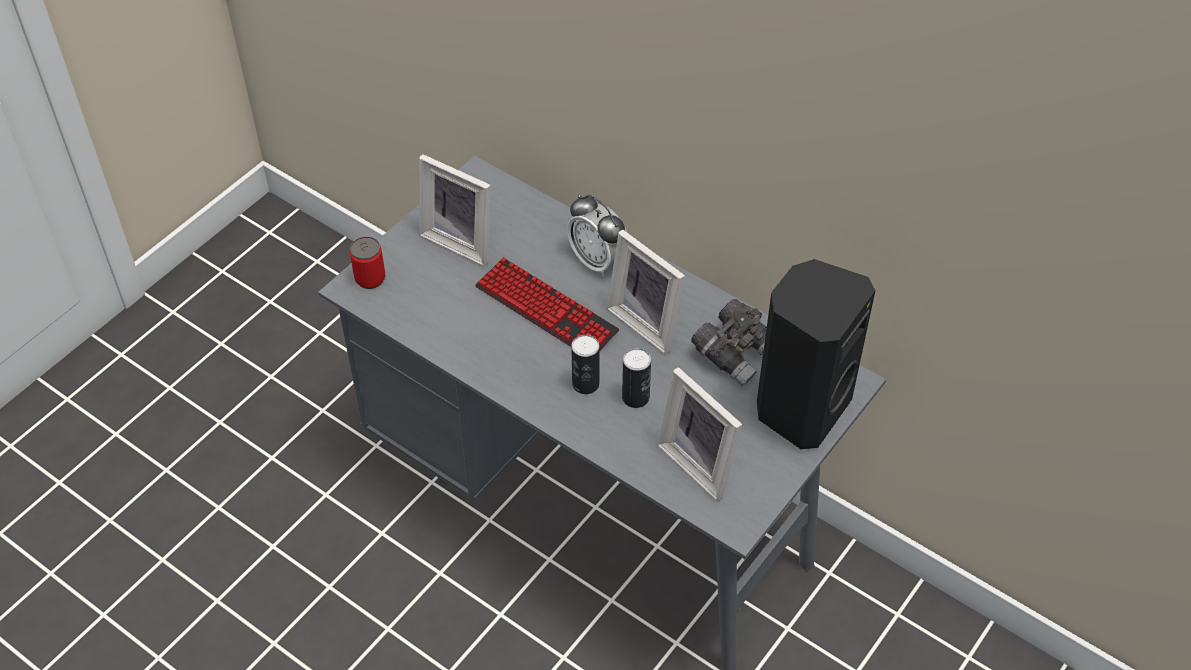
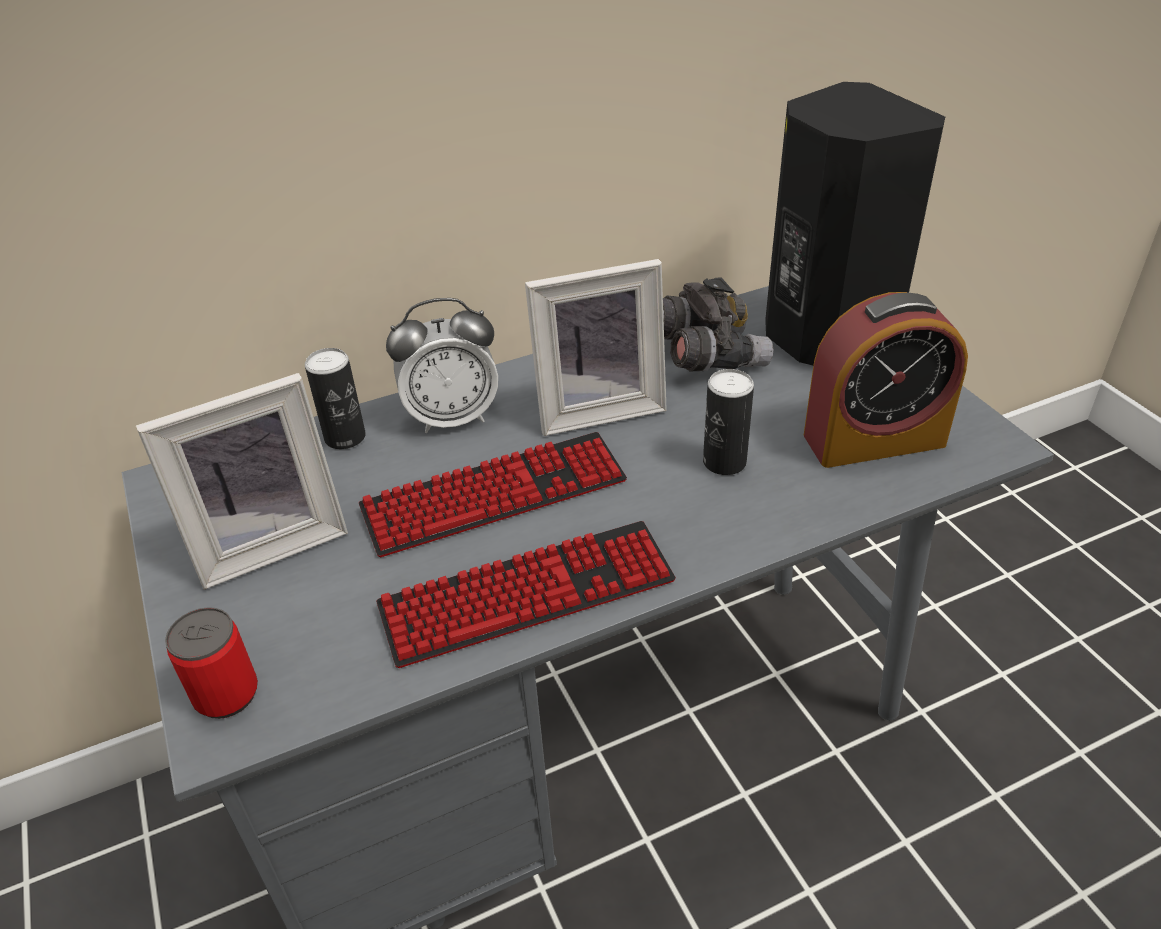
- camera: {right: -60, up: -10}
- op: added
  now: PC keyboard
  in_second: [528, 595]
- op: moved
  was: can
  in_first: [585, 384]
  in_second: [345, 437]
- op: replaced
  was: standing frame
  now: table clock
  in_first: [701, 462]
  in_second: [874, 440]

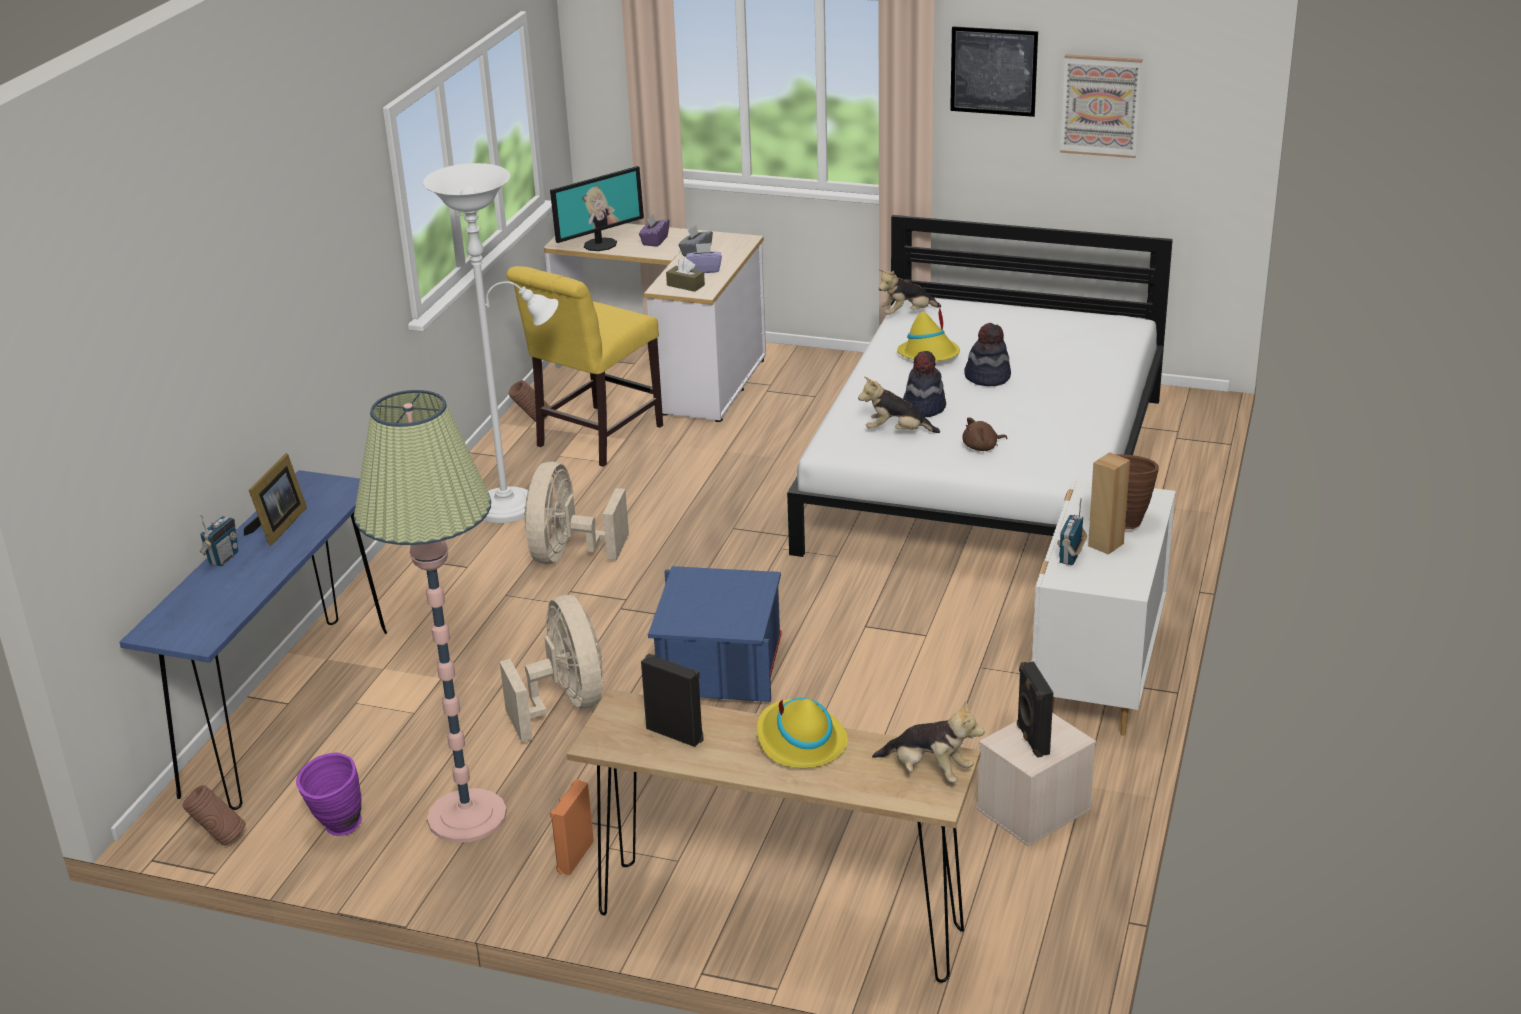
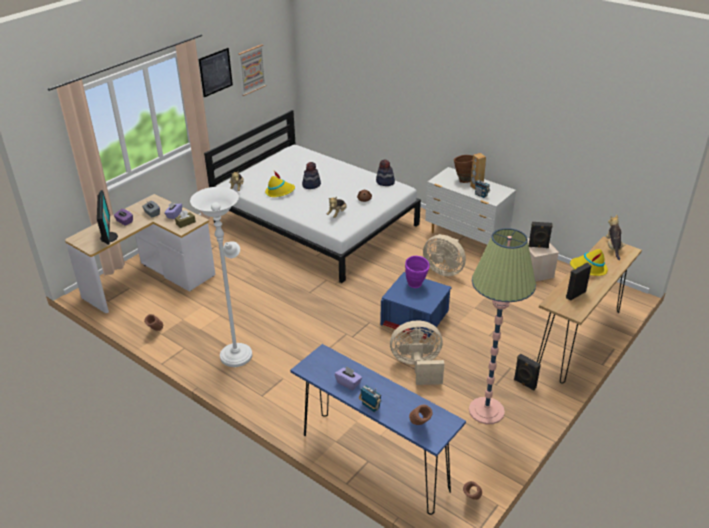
- camera: {right: -70, up: 5}
- op: removed
  was: yellow-coloured plain chair
  in_first: [594, 438]
- op: added
  now: brown vase
  in_second: [419, 427]
- op: moved
  was: purple vase
  in_first: [336, 829]
  in_second: [416, 286]
- op: moved
  was: sand-coloured electric fan
  in_first: [568, 555]
  in_second: [444, 270]
- op: moved
  was: wearable hat
  in_first: [923, 407]
  in_second: [385, 182]
- op: replaced
  was: standing frame
  now: purple box of tissues
  in_first: [278, 526]
  in_second: [348, 383]
- op: recoloured
  was: orangey speaker
  now: black-coloured speaker
  in_first: [574, 856]
  in_second: [524, 384]
- op: turned
  was: cuddly toy
  in_first: [928, 771]
  in_second: [613, 248]
  clockwise: -45

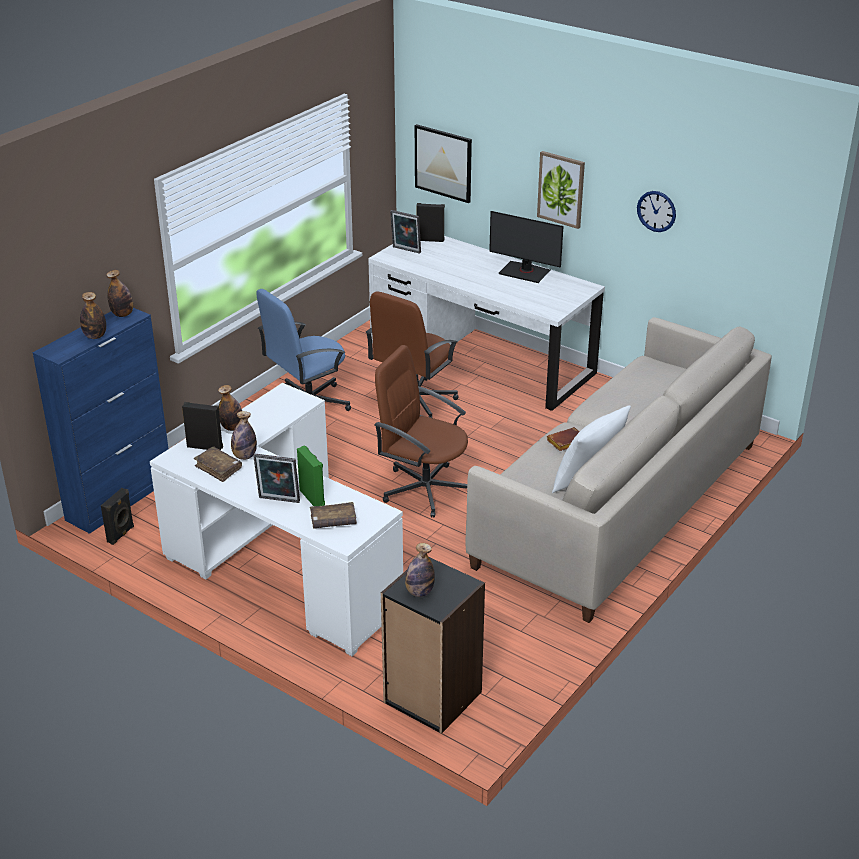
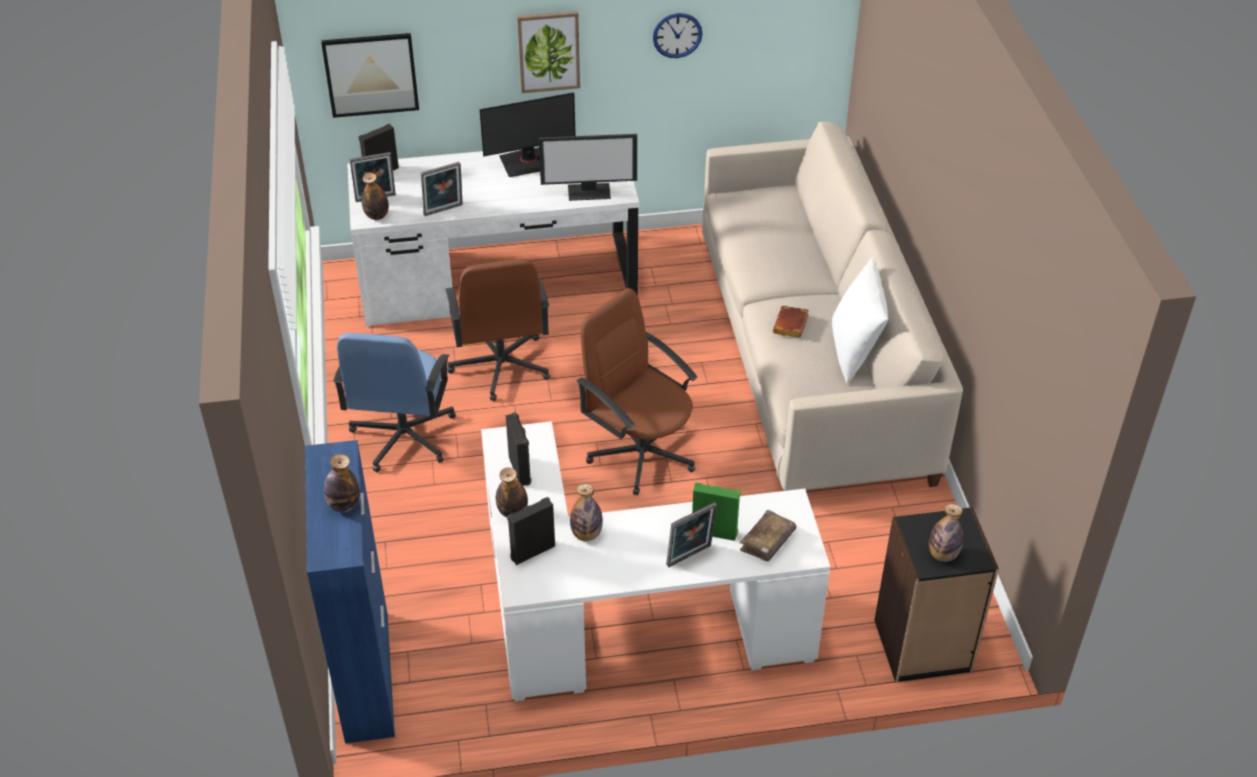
- camera: {right: -45, up: 10}
- op: removed
  was: brown bound book
  in_first: [218, 468]
- op: added
  now: standing frame
  in_second: [444, 211]
- op: added
  now: monitor
  in_second: [589, 191]
- op: moved
  was: black-coloured speaker
  in_first: [121, 534]
  in_second: [520, 470]
- op: moved
  was: drink bottle
  in_first: [122, 314]
  in_second: [377, 216]
- op: turned
  was: brown office chair
  in_first: [424, 489]
  in_second: [641, 453]
  clockwise: 60

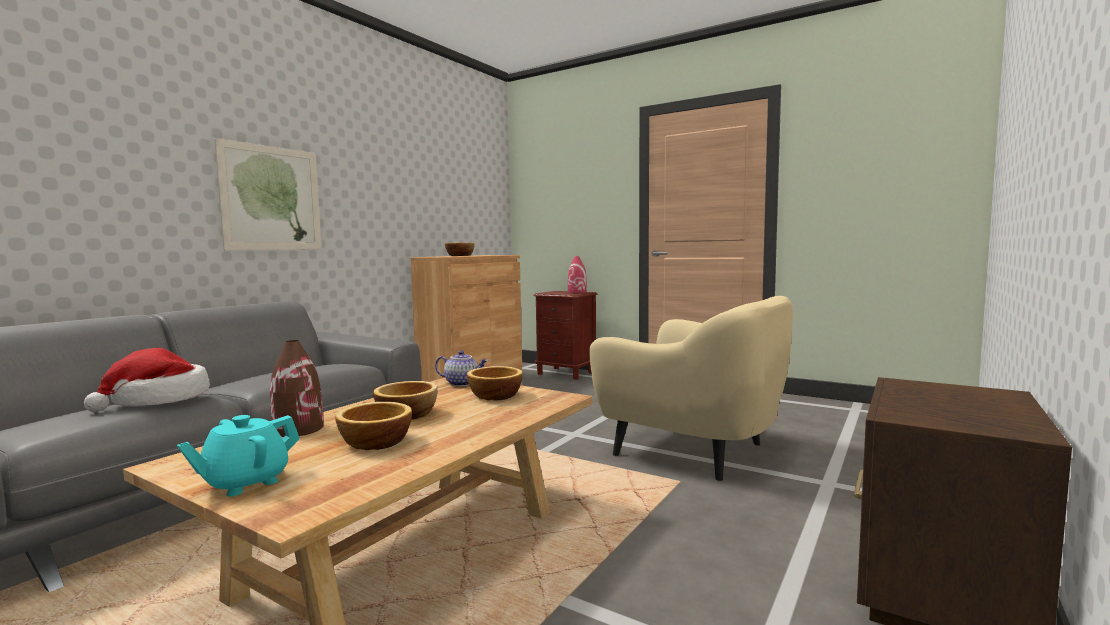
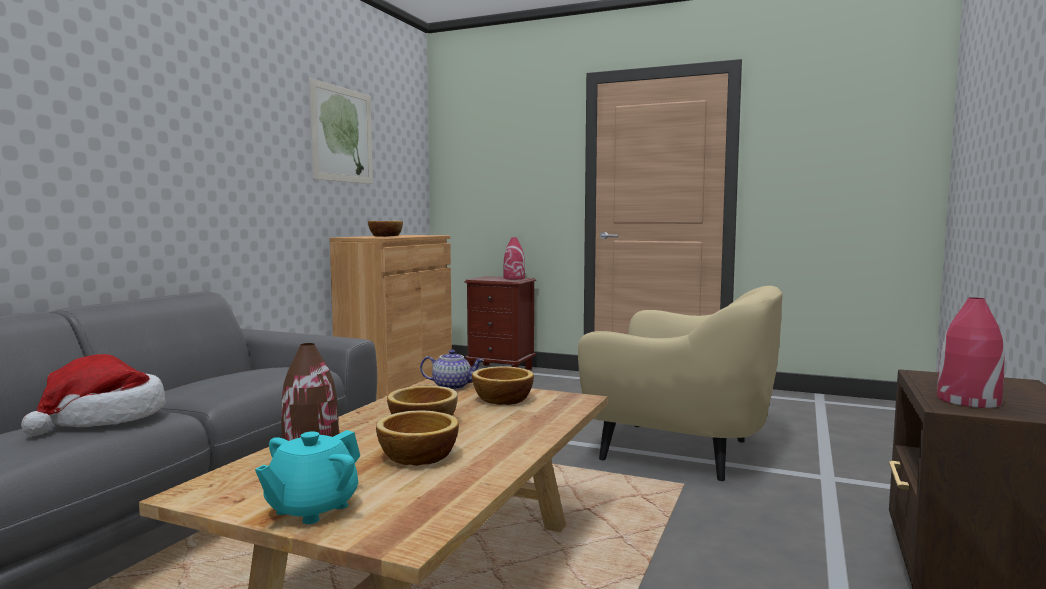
- camera: {right: -10, up: 0}
- op: added
  now: red vase
  in_second: [967, 400]
- op: moved
  was: picture
  in_first: [271, 198]
  in_second: [342, 135]

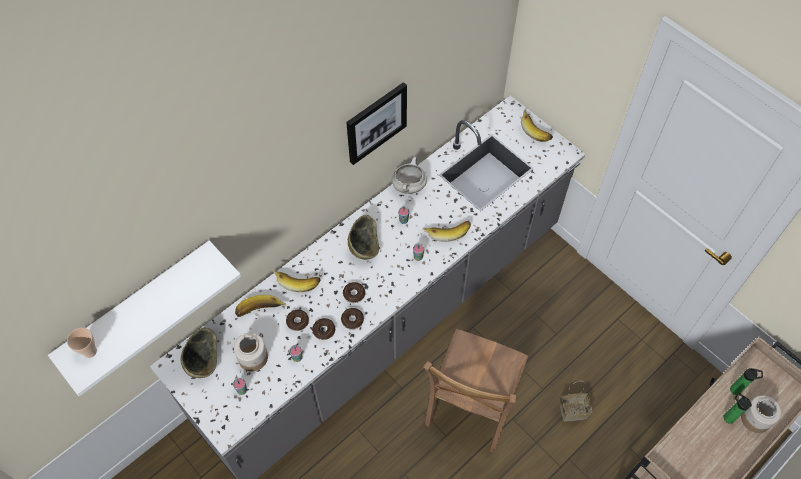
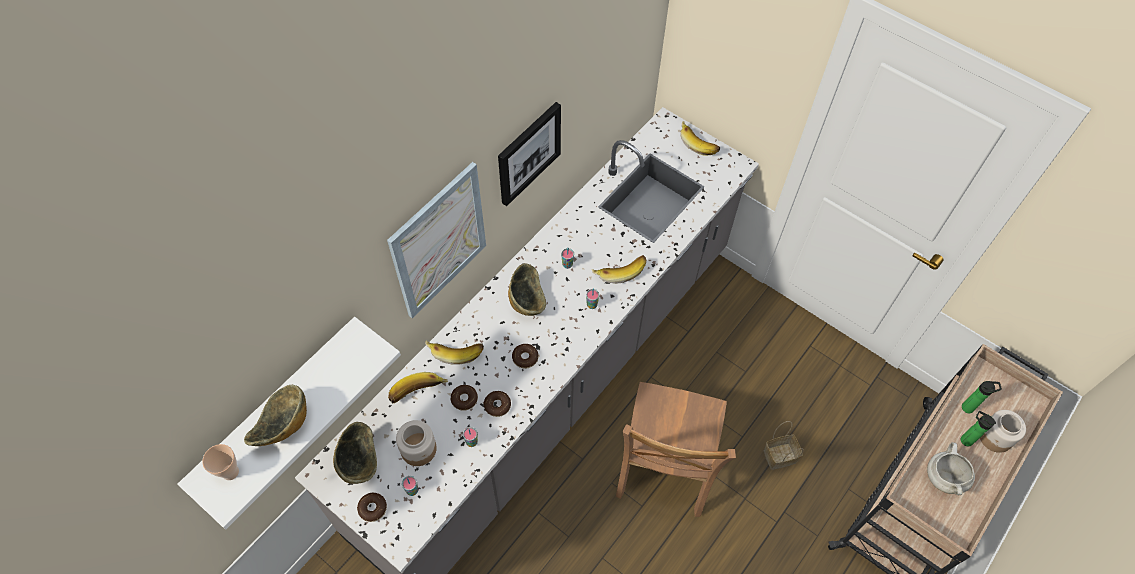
- camera: {right: -10, up: 0}
- op: added
  now: deep dish
  in_second: [283, 427]
- op: added
  now: picture
  in_second: [439, 241]
- op: moved
  was: ring doughnut
  in_first: [352, 320]
  in_second: [373, 508]
- op: moved
  was: white cooking pot
  in_first: [409, 186]
  in_second: [943, 477]

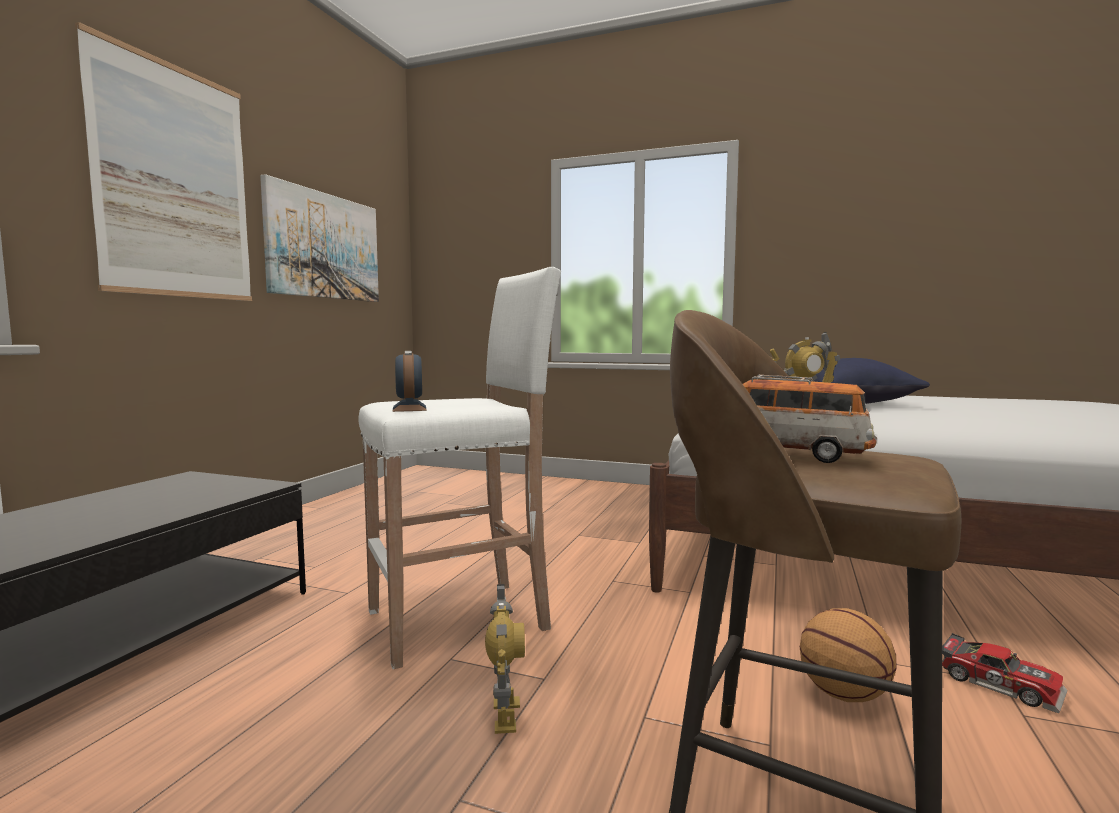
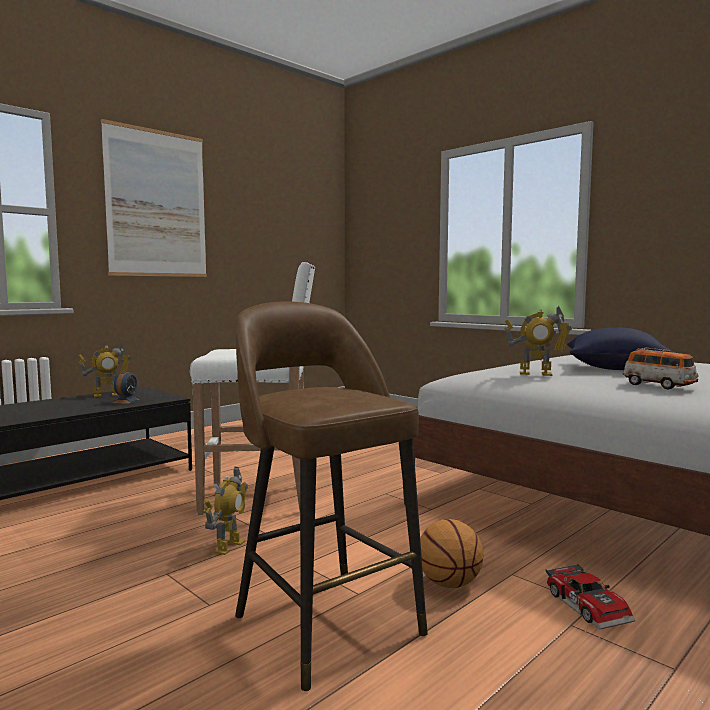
- camera: {right: 25, up: 0}
- op: removed
  was: picture
  in_first: [324, 246]
- op: added
  now: toy robot
  in_second: [107, 395]
- op: moved
  was: table clock
  in_first: [409, 408]
  in_second: [126, 401]
- op: moved
  was: model car
  in_first: [796, 454]
  in_second: [659, 386]

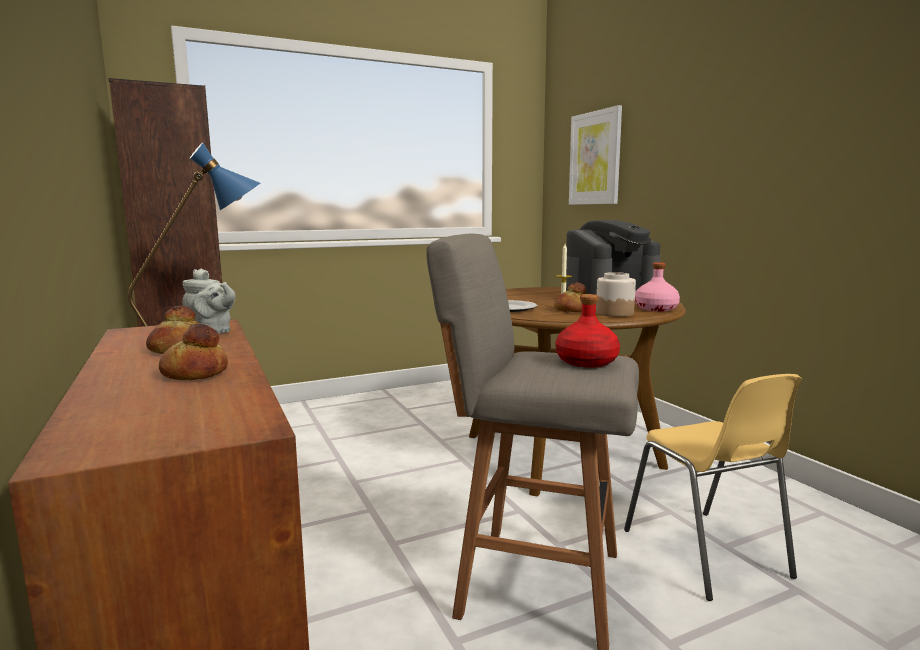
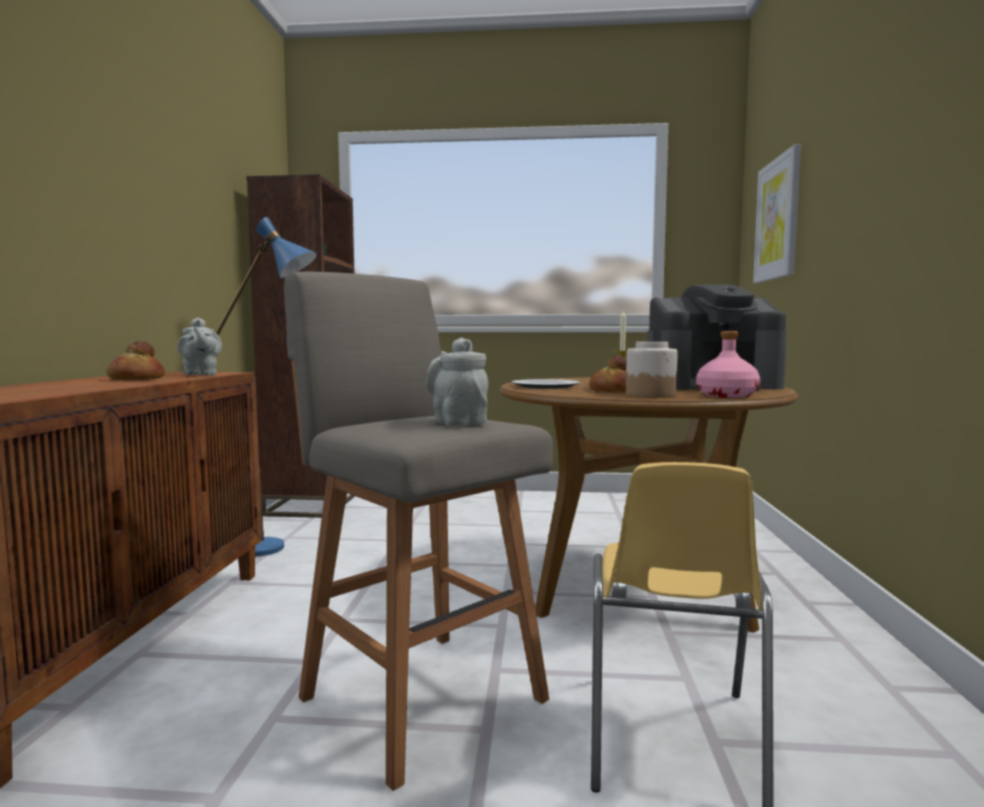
- camera: {right: 30, up: -5}
- op: removed
  was: baked bread
  in_first: [194, 373]
- op: replaced
  was: red drink bottle
  now: grey tea pot
  in_first: [587, 362]
  in_second: [457, 422]

